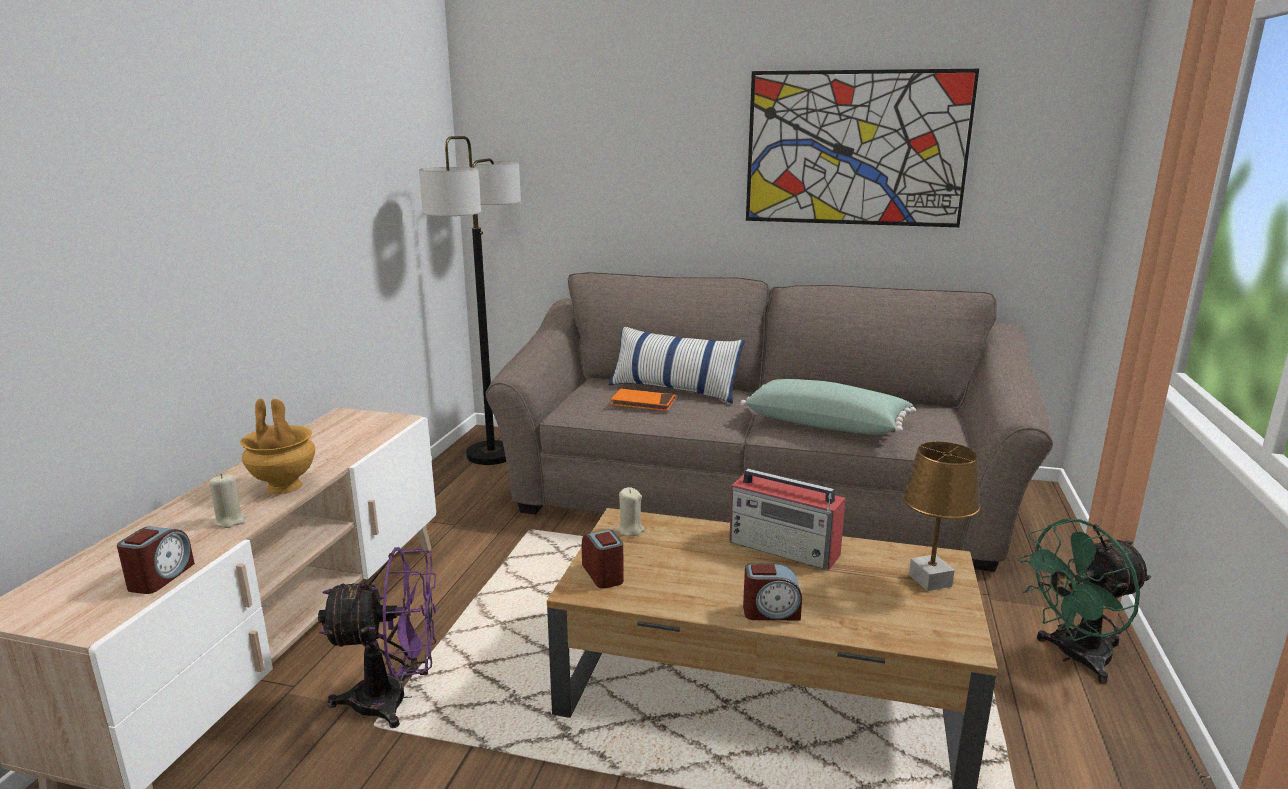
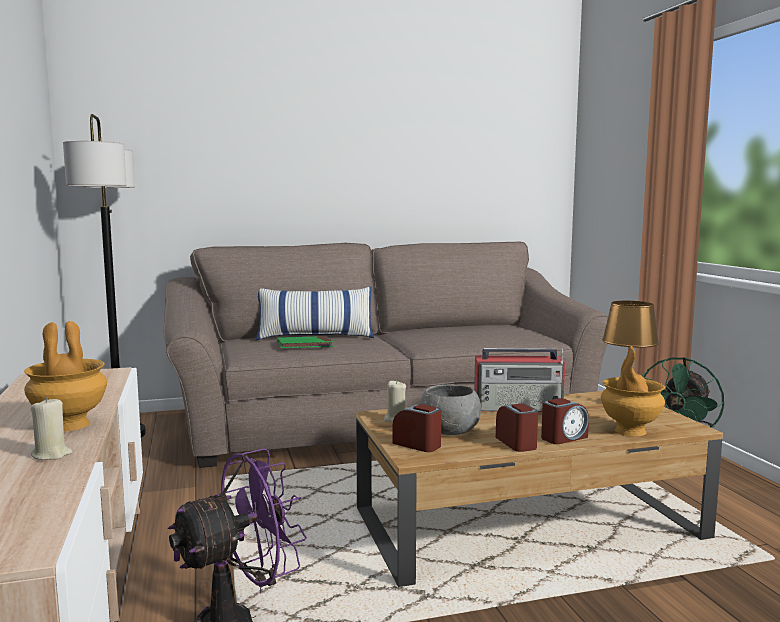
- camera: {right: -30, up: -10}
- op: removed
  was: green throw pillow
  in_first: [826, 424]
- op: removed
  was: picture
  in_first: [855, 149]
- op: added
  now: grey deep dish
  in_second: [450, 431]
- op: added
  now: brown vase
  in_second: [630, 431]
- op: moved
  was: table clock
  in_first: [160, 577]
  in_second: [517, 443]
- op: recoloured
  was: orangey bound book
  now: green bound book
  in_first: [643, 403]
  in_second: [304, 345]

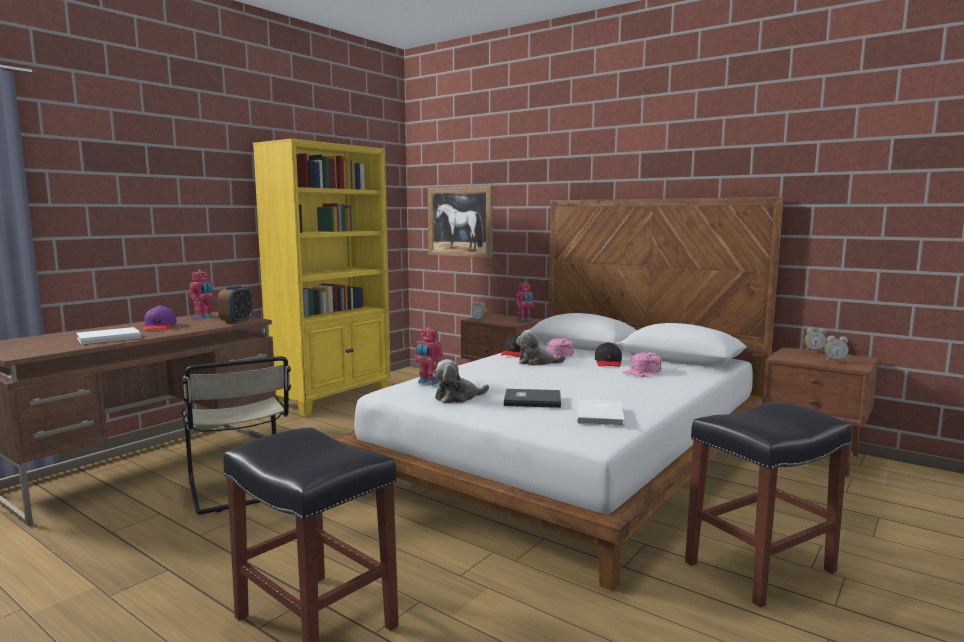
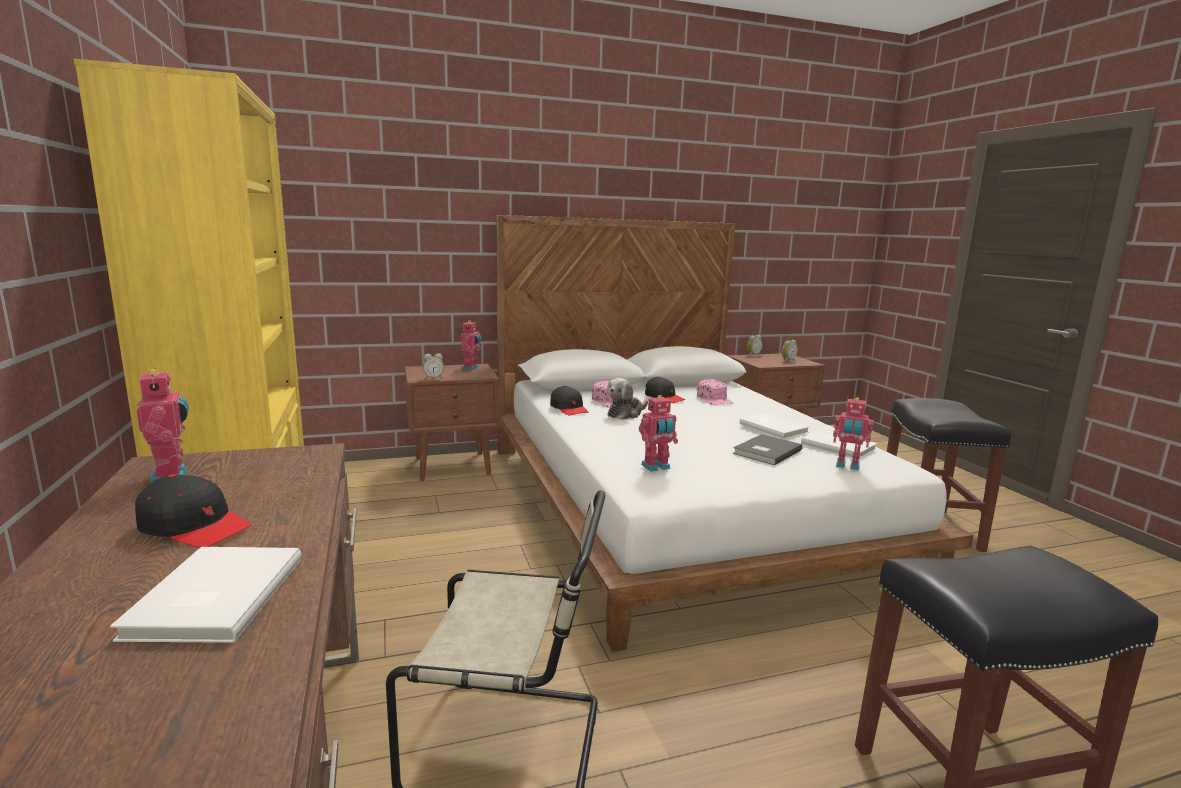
- camera: {right: -55, up: 5}
- op: removed
  was: table clock
  in_first: [236, 321]
- op: removed
  was: picture
  in_first: [460, 222]
- op: removed
  was: cuddly toy
  in_first: [458, 397]
- op: added
  now: white bound book
  in_second: [774, 427]
- op: added
  now: toy robot
  in_second: [847, 466]
- op: recoloured
  was: purple peaked cap
  now: black-coloured peaked cap
  in_first: [160, 327]
  in_second: [194, 526]

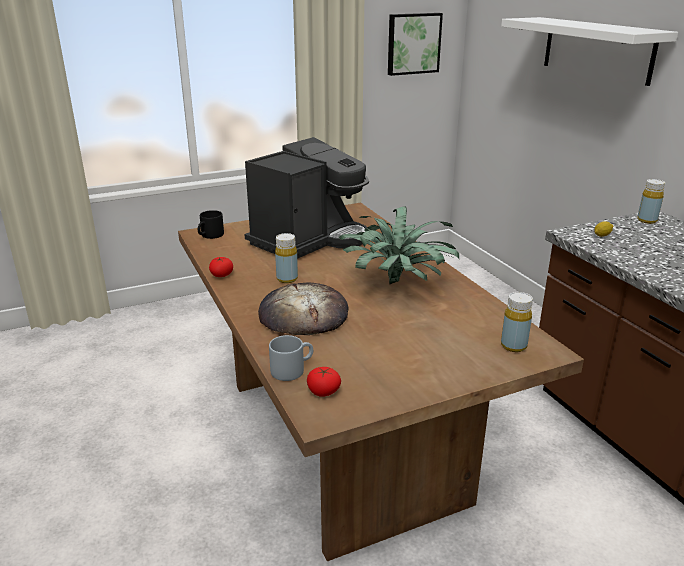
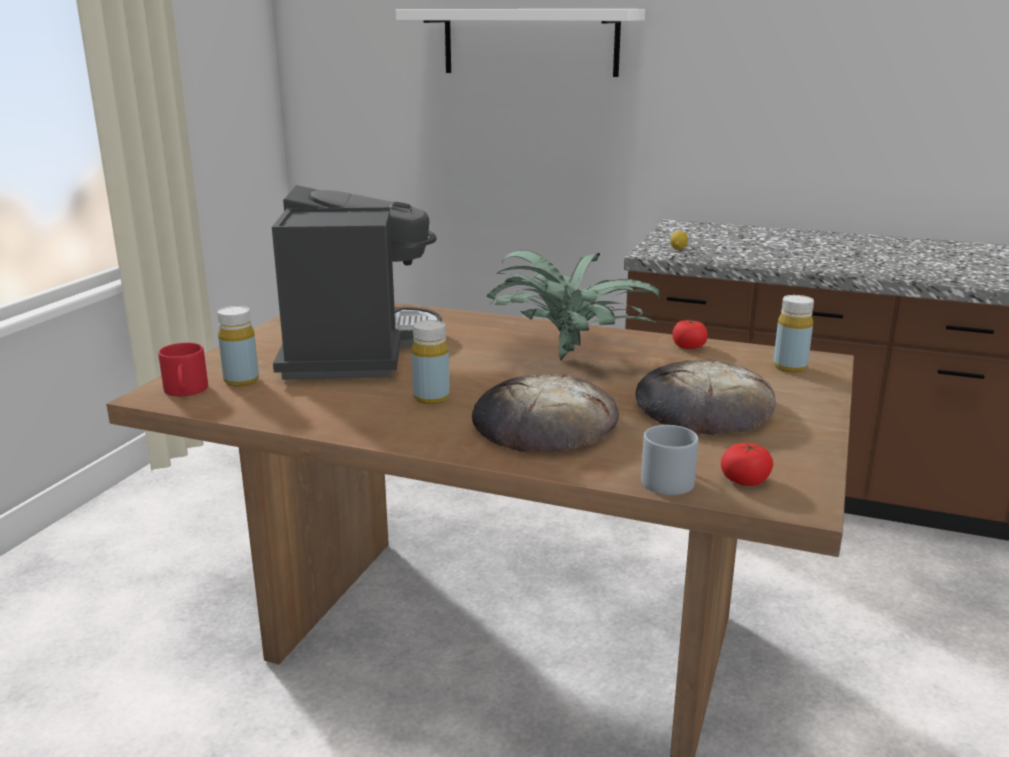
- camera: {right: -45, up: -5}
- op: removed
  was: picture
  in_first: [413, 43]
- op: added
  now: baked bread
  in_second: [703, 407]
- op: moved
  was: tomato
  in_first: [221, 275]
  in_second: [688, 346]
- op: moved
  was: yellow-coloured drink bottle
  in_first: [647, 220]
  in_second: [241, 381]
- op: recoloured
  was: black-coloured coffee mug
  now: red coffee mug
  in_first: [210, 236]
  in_second: [186, 391]

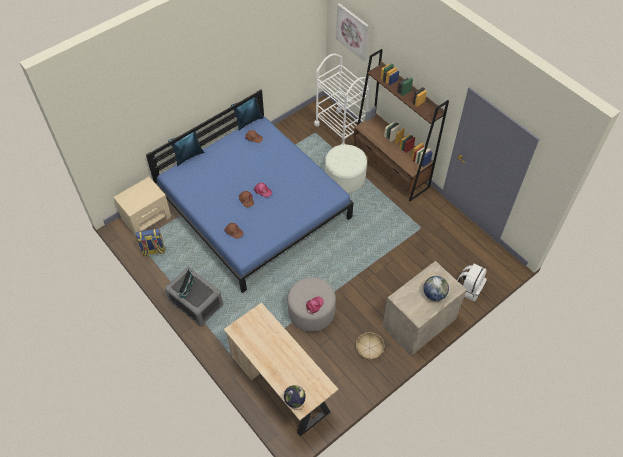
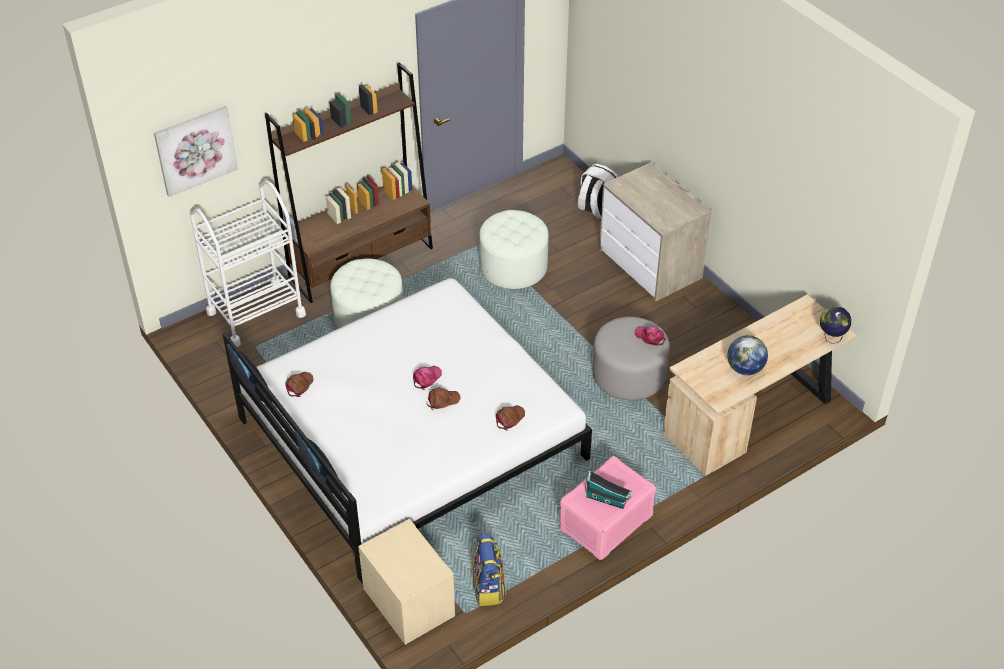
- camera: {right: -85, up: -10}
- op: removed
  was: storage basket
  in_first: [369, 348]
- op: added
  now: white footrest
  in_second: [513, 267]
- op: moved
  was: desk globe
  in_first: [434, 294]
  in_second: [745, 369]
- op: recoloured
  was: bluish sleeping bed
  now: white sleeping bed
  in_first: [254, 207]
  in_second: [411, 438]
- op: recoloured
  was: grey storage container
  now: pink storage container
  in_first: [195, 303]
  in_second: [606, 522]

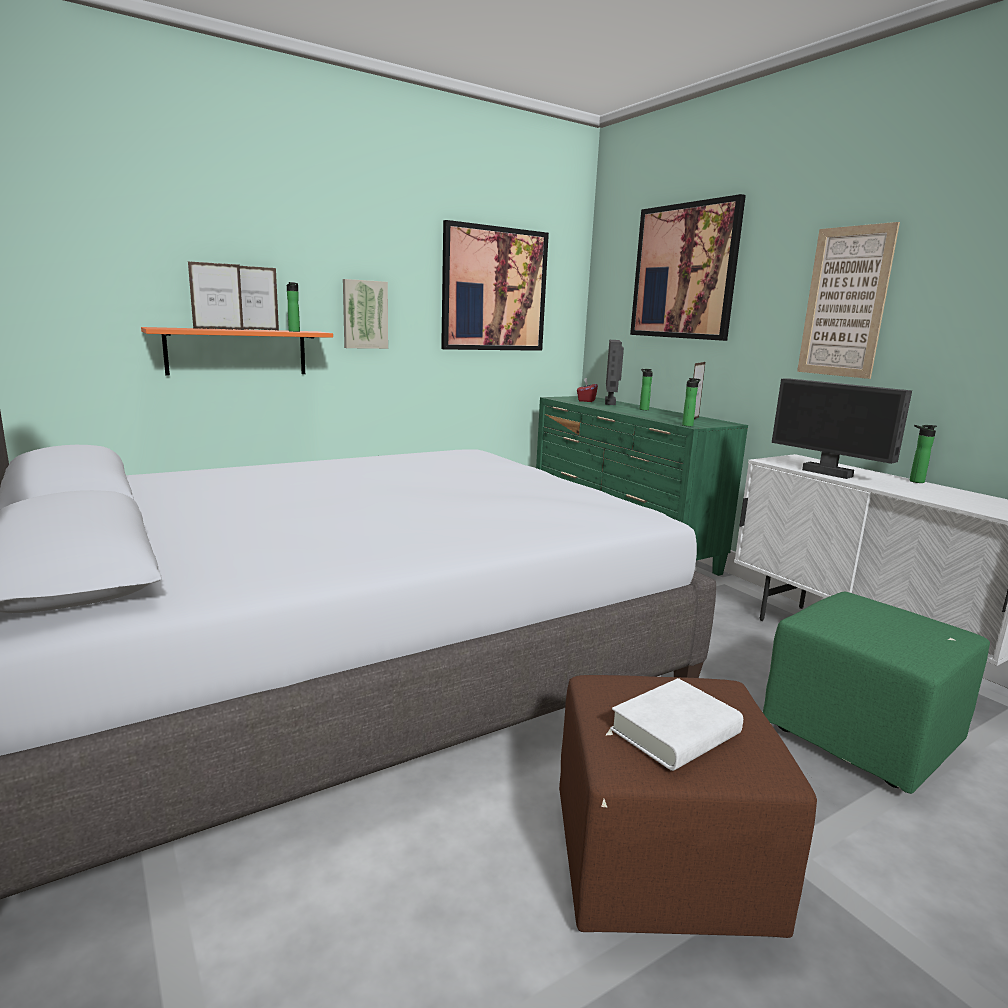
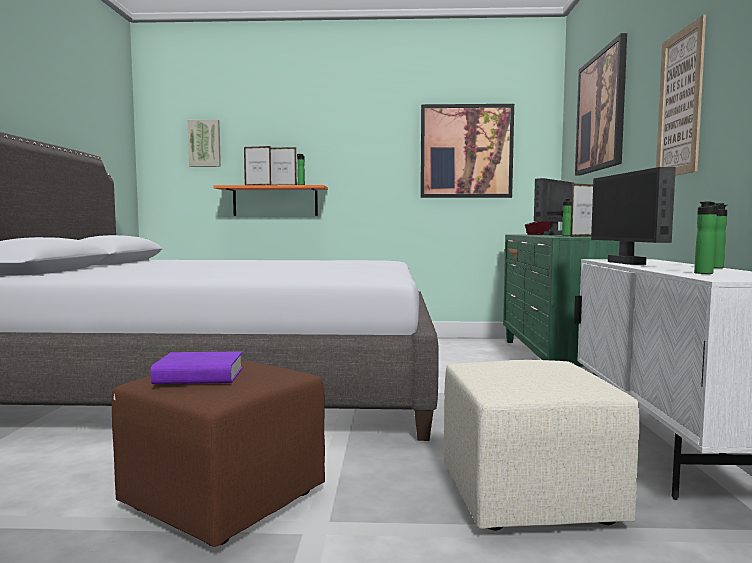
- camera: {right: 35, up: -10}
- op: moved
  was: picture
  in_first: [364, 314]
  in_second: [205, 143]
- op: moved
  was: drink bottle
  in_first: [688, 425]
  in_second: [706, 273]
- op: recoloured
  was: white bound book
  now: purple bound book
  in_first: [675, 732]
  in_second: [199, 376]
- op: recoloured
  was: green footrest
  now: sand-coloured footrest
  in_first: [863, 737]
  in_second: [530, 498]

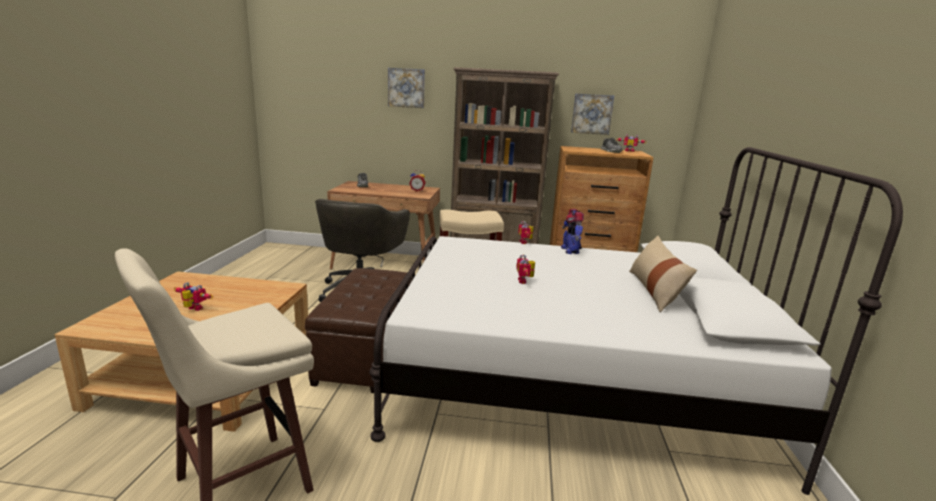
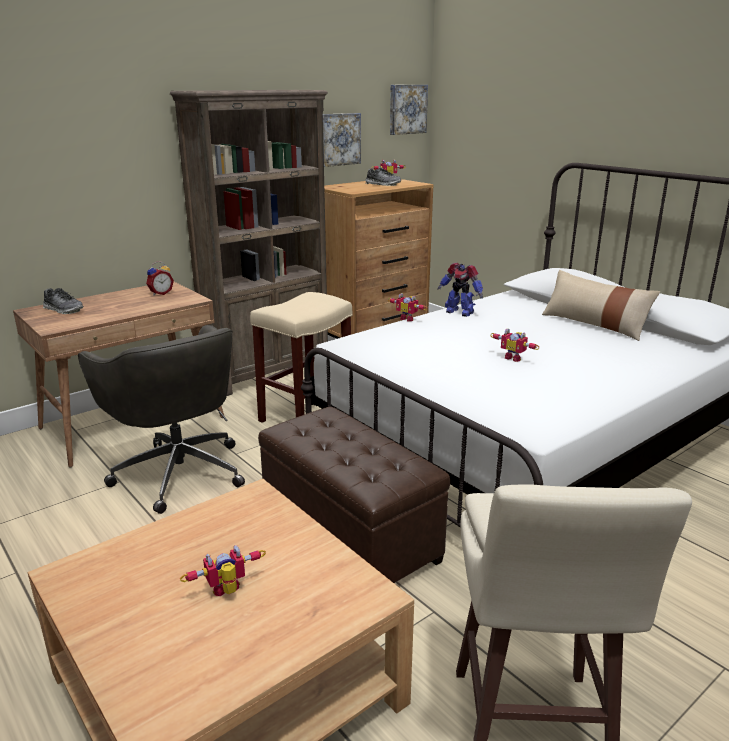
- camera: {right: -45, up: 5}
- op: moved
  was: picture
  in_first: [406, 88]
  in_second: [407, 109]

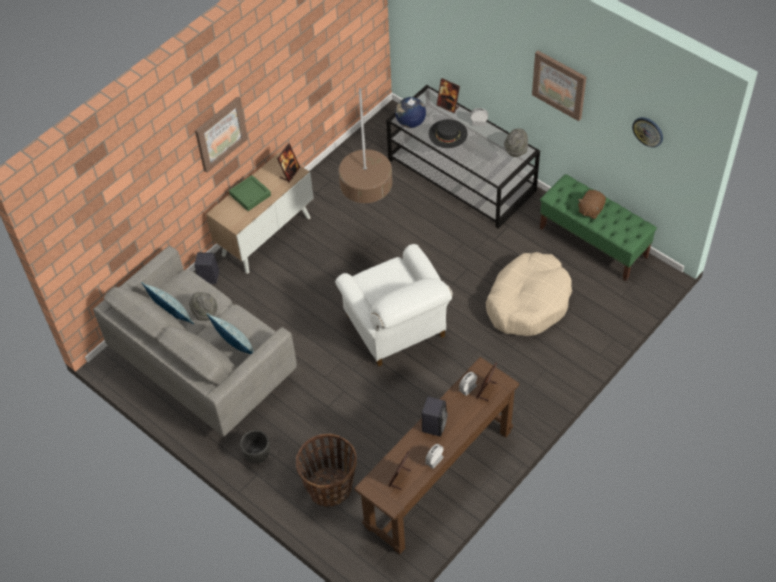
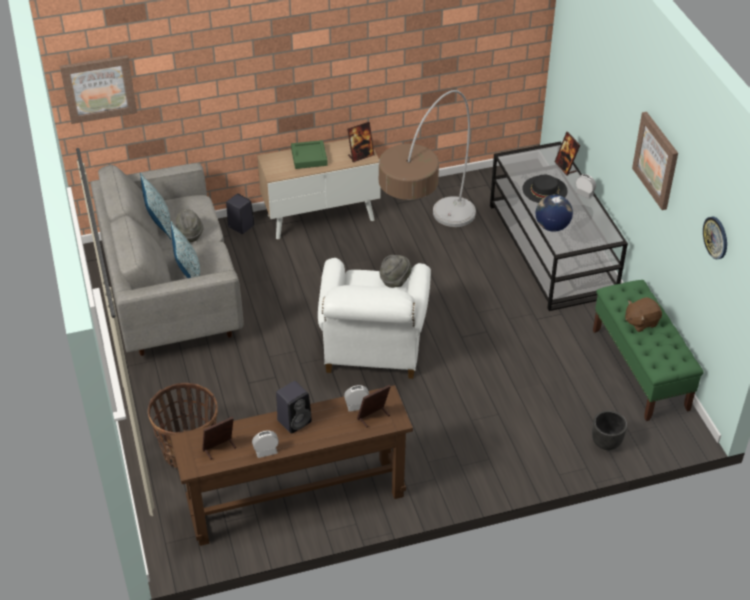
- camera: {right: 30, up: -10}
- op: removed
  was: sand-coloured pet bed
  in_first: [528, 302]
- op: moved
  was: picture
  in_first: [220, 133]
  in_second: [98, 88]
- op: moved
  was: black-coloured plant pot
  in_first: [257, 455]
  in_second: [605, 442]
- op: moved
  was: desk globe
  in_first: [410, 123]
  in_second: [552, 227]
- op: moved
  was: grey wearable hat
  in_first: [516, 149]
  in_second: [395, 280]

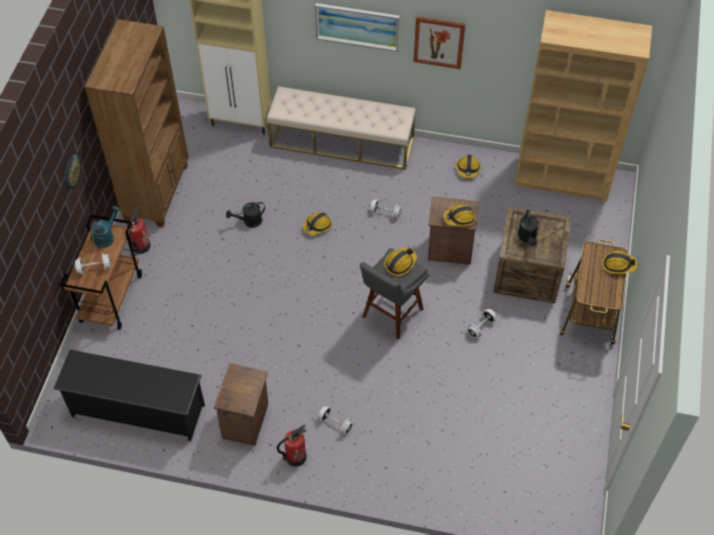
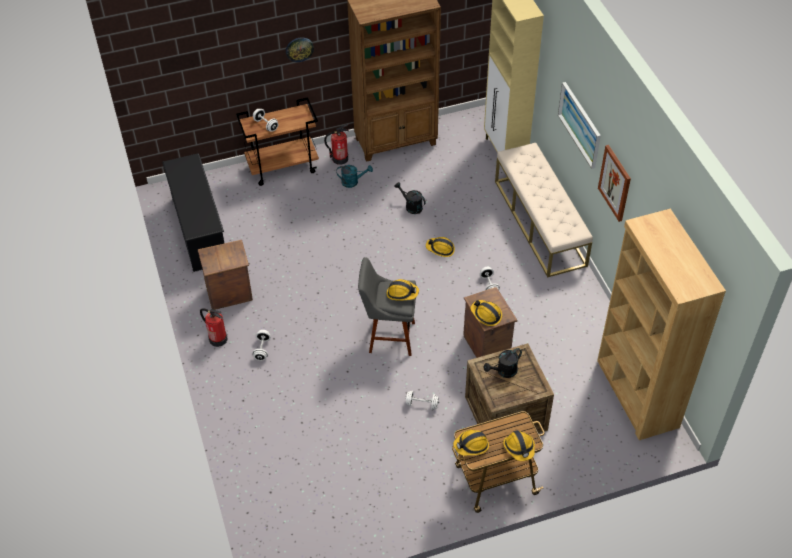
- camera: {right: 60, up: -5}
- op: moved
  was: blue-green watering pot
  in_first: [106, 236]
  in_second: [353, 182]
- op: moved
  was: safety helmet
  in_first: [468, 169]
  in_second: [471, 445]

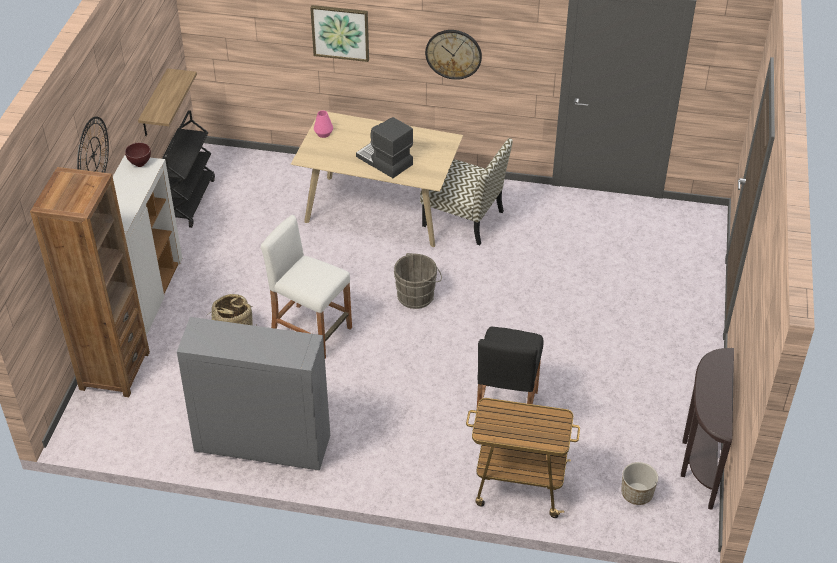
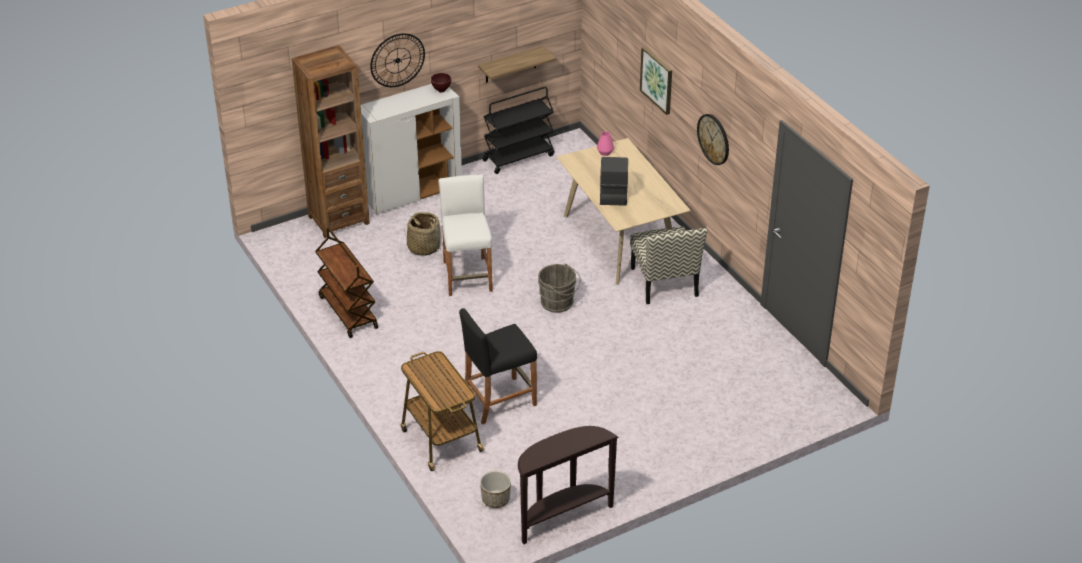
- camera: {right: 50, up: -5}
- op: replaced
  was: grey storage cabinet
  now: brown trolley
  in_first: [262, 445]
  in_second: [347, 312]

